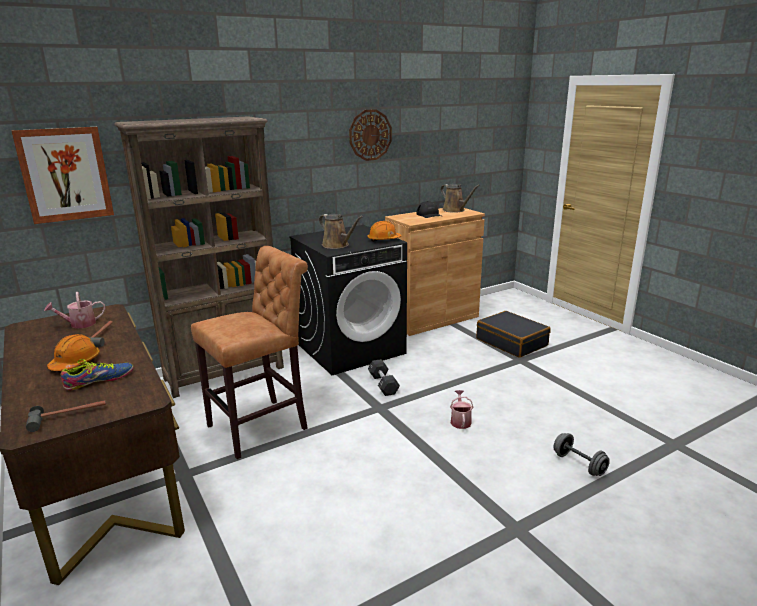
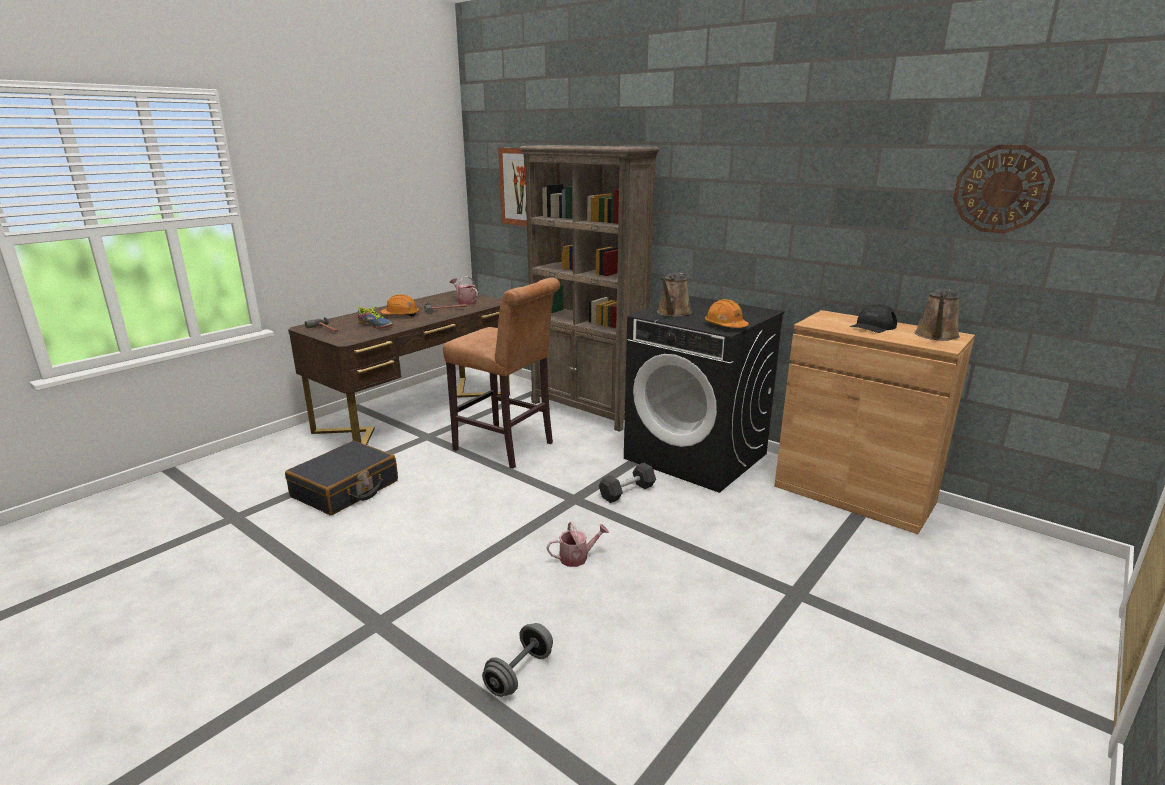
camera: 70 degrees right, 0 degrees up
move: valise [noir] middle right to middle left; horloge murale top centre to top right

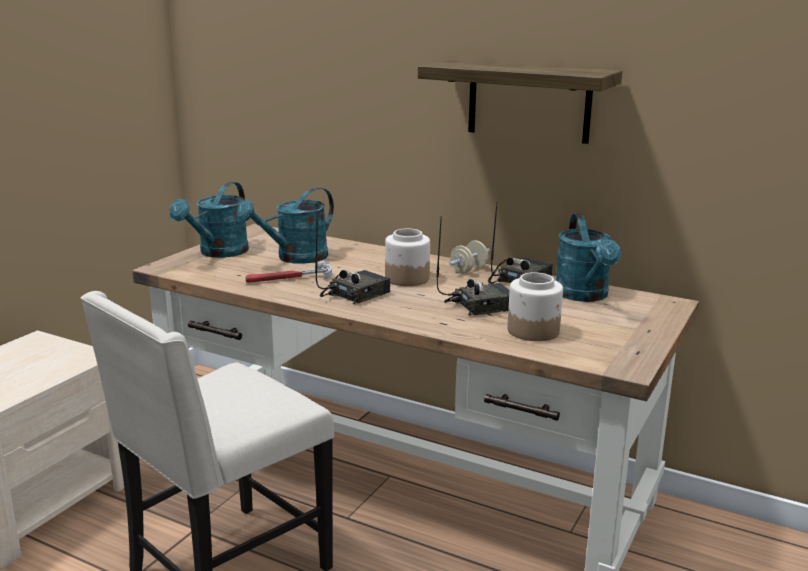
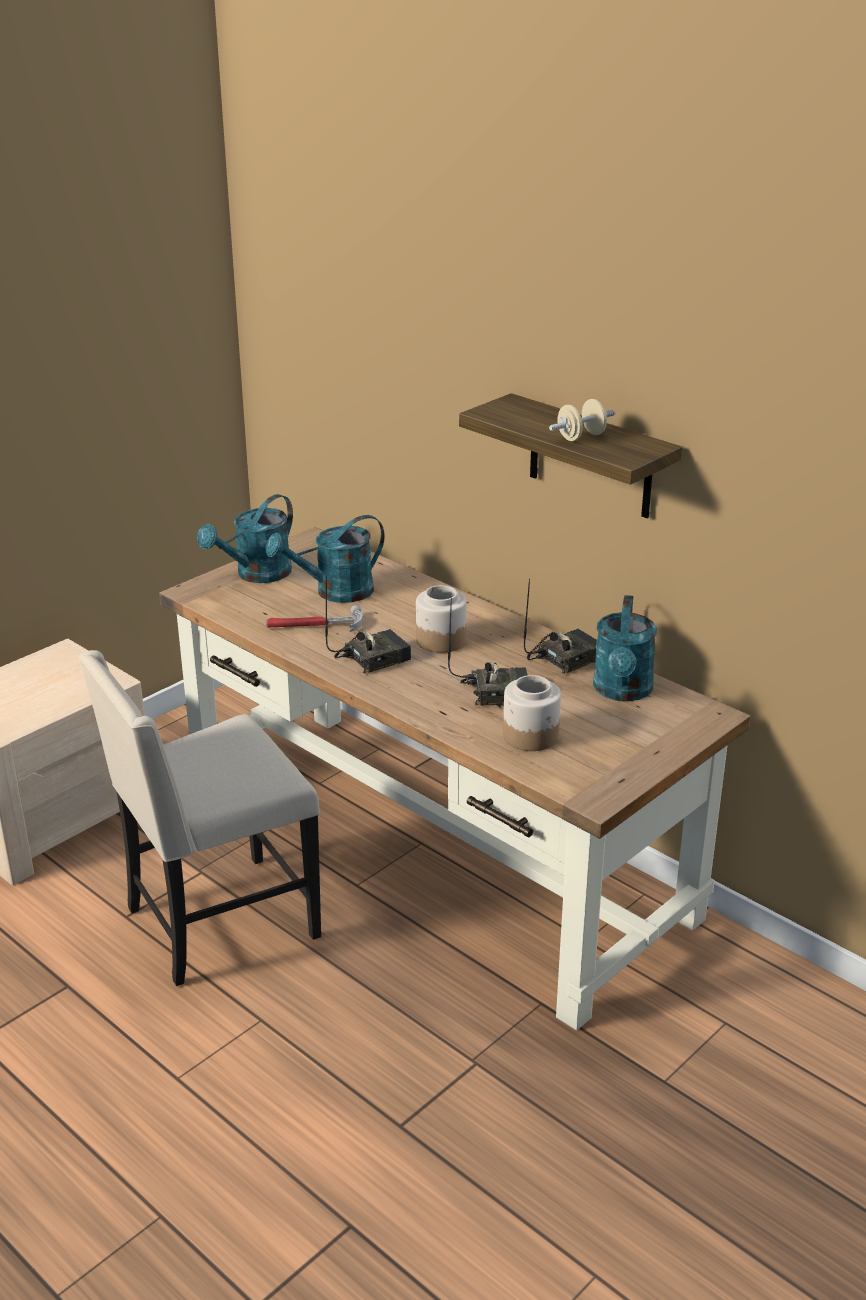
camera: 15 degrees right, 10 degrees up
move: haltère [beige] centre to top right

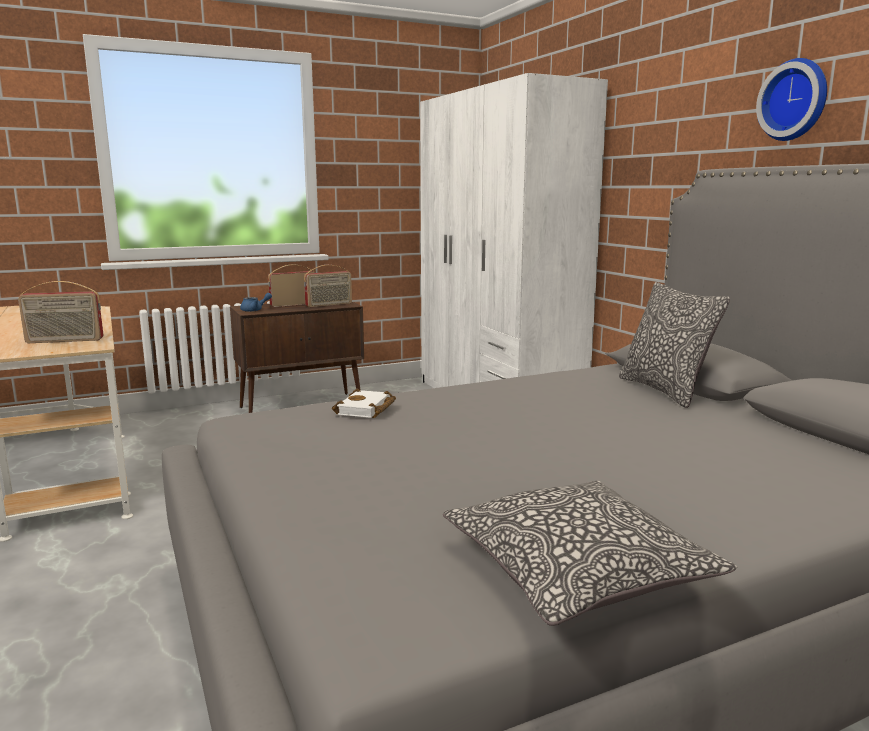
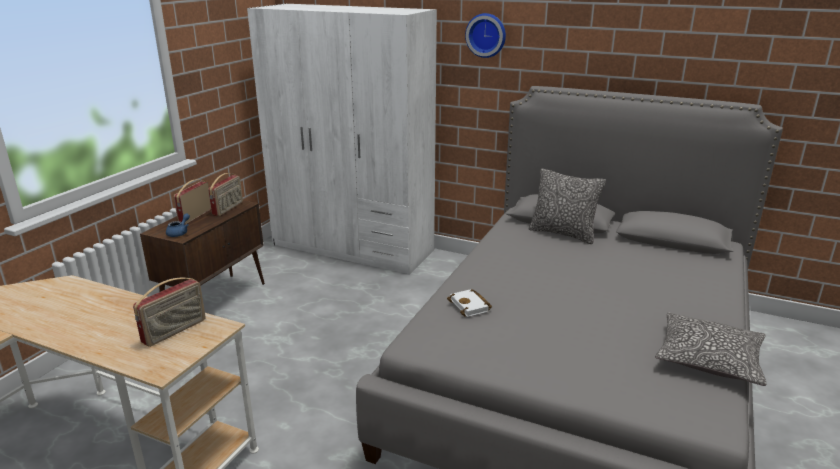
camera: 40 degrees left, 10 degrees up
move: horloge murale top right to top centre

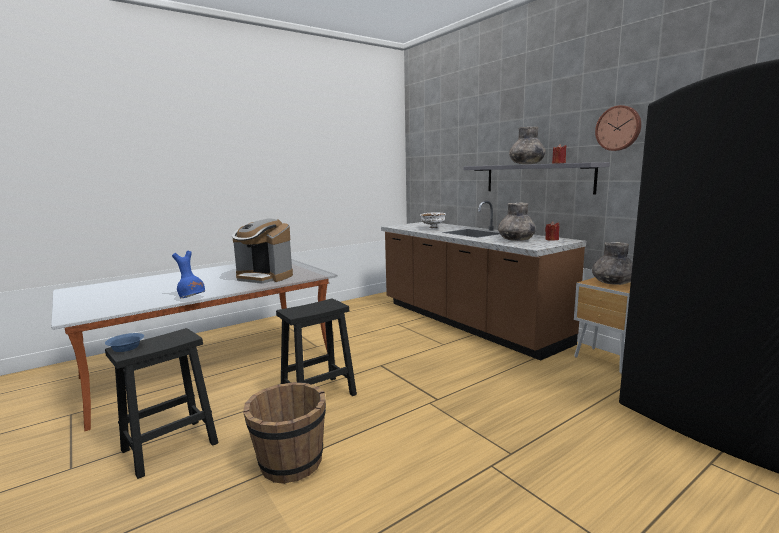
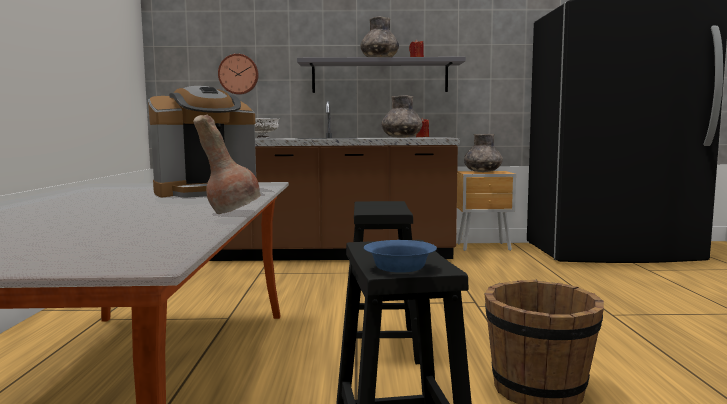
camera: 55 degrees left, 5 degrees down
move: horloge murale top right to top left
recolor: vase [bleu] middle left to vase [marron] middle left

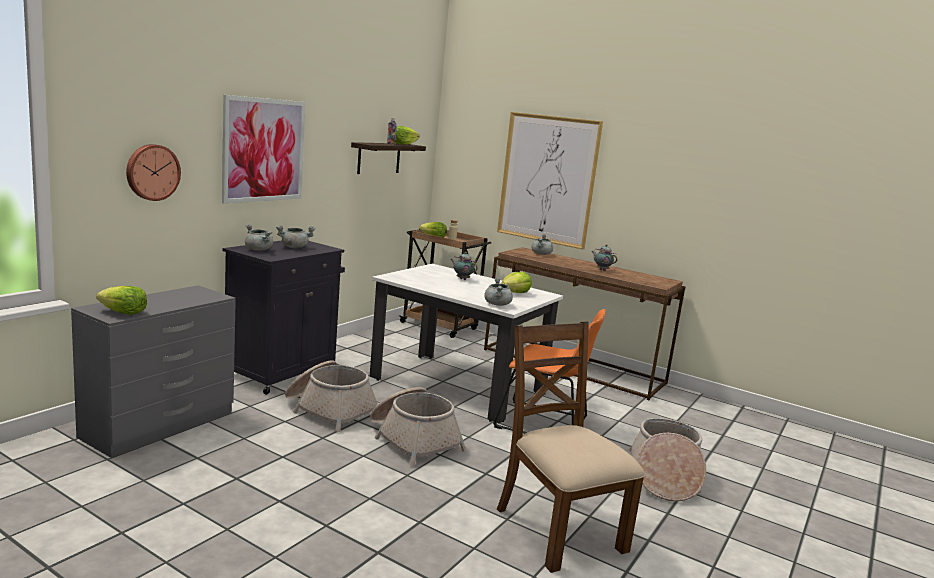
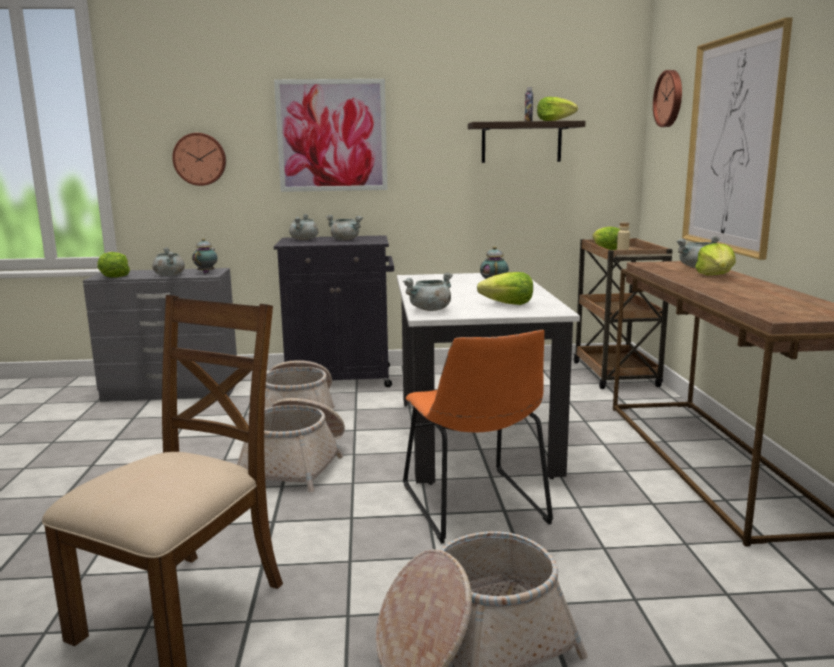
camera: 55 degrees right, 0 degrees up
insert: marmite [gris] (1st from left) middle left; horloge murale (2nd from left) top right; laitue (5th from left) middle right
move: théière (2nd from left in the first image) centre to théière (1st from left) middle left

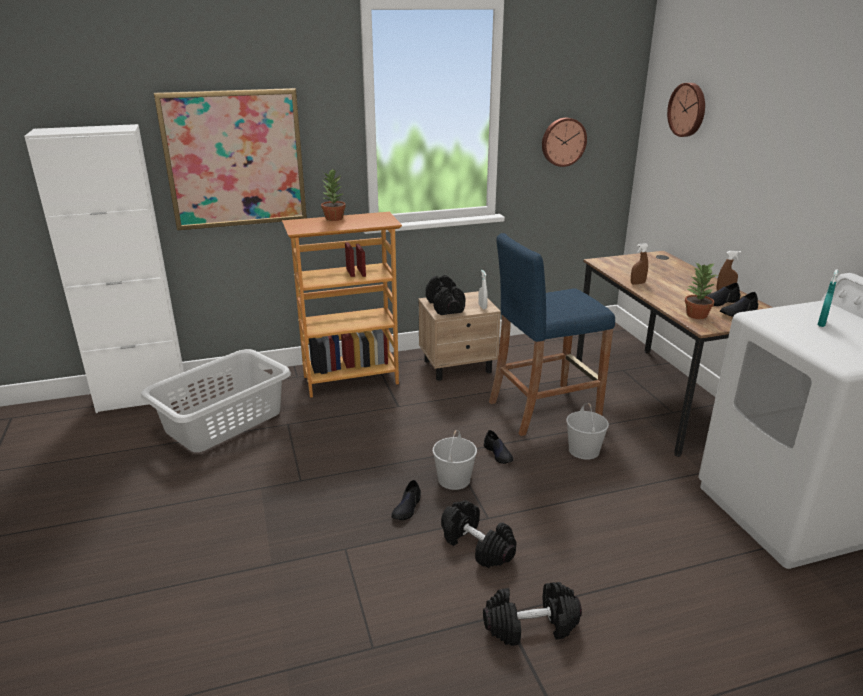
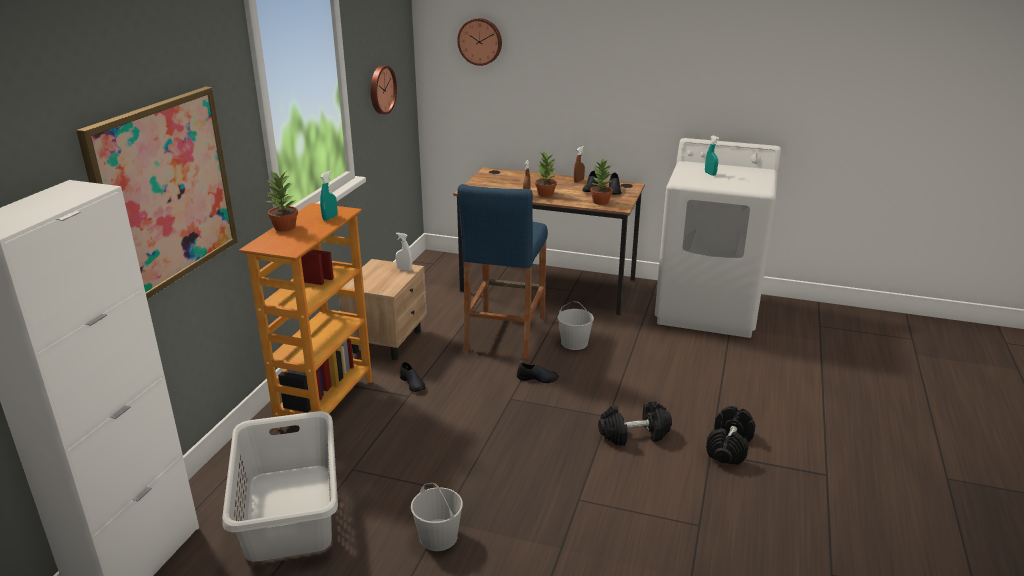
camera: 55 degrees left, 0 degrees up
delete: haltère [noir] (1st from left) centre
insert: vaporisateur [turquoise] (1st from left) middle left; plante en pot (2nd from left) top centre
move: chaussure [noir] (1st from left) bottom centre to centre; seau [blanc] (1st from left) centre to bottom centre

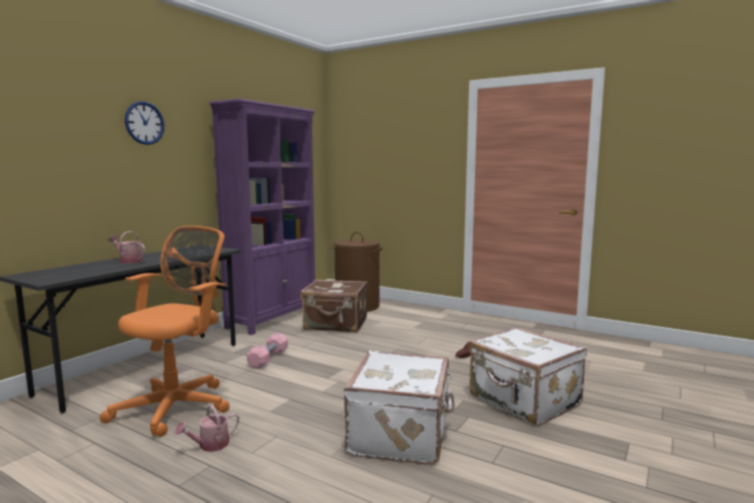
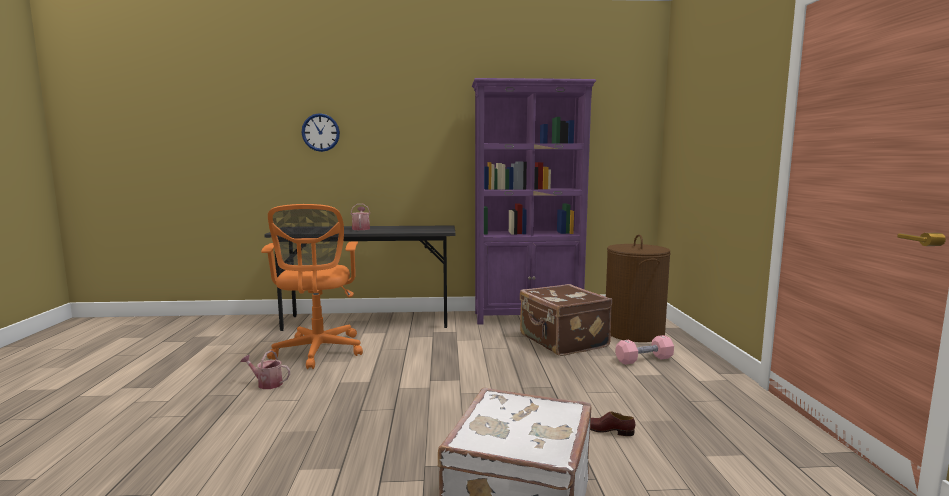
camera: 55 degrees right, 0 degrees up
delete: valise [blanc] (1st from left) bottom centre
move: horloge murale top left to top centre; haltère [rose] bottom centre to bottom right
rotate: chaise de bureau [orange] middle left = middle left 90 degrees clockwise

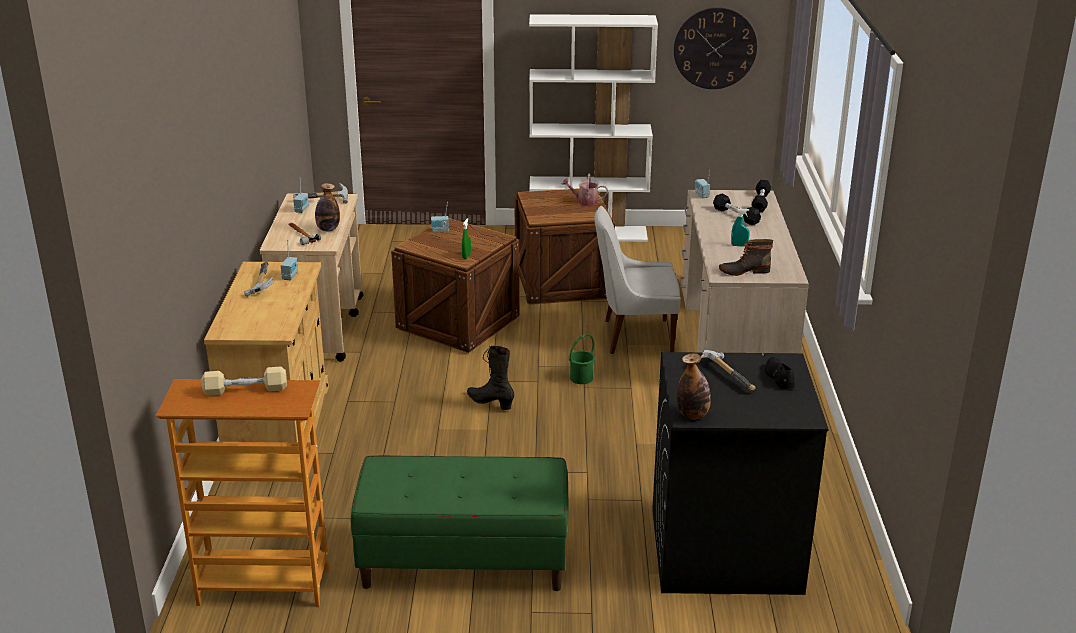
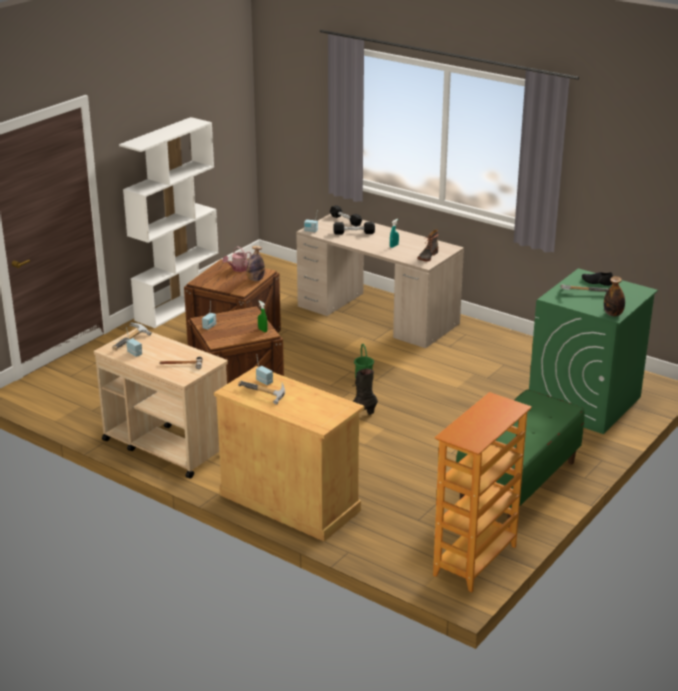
camera: 55 degrees left, 0 degrees up
delete: haltère [beige] middle left; chaise [blanc] centre; horloge murale top centre
move: bouteille (1st from left) top left to centre
recolor: lave-linge [noir] bottom right to lave-linge [vert] middle right

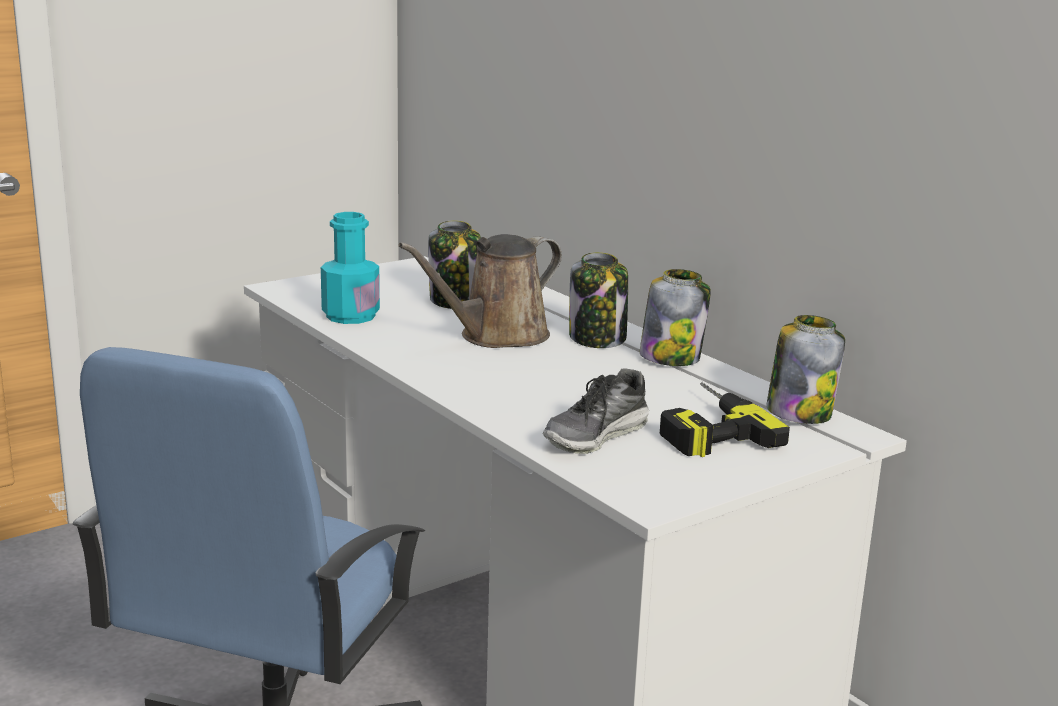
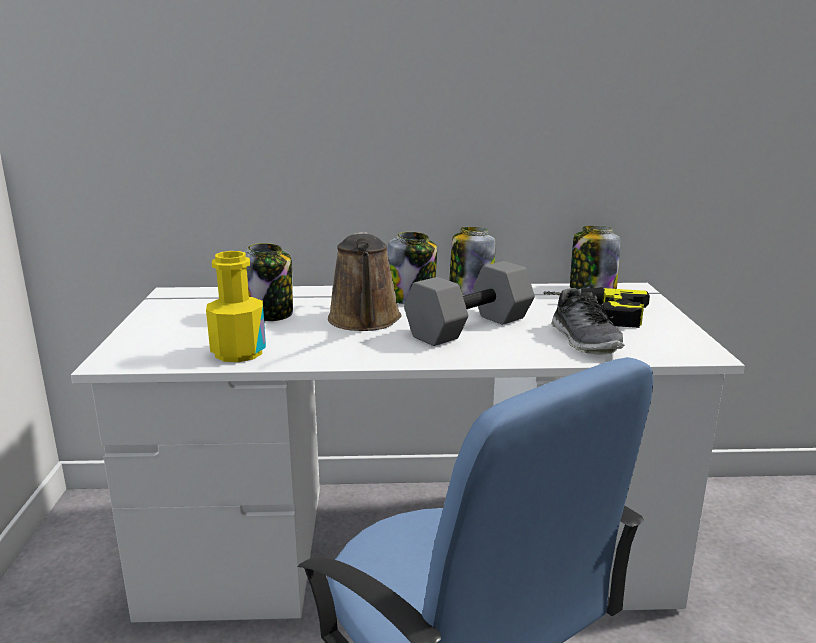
camera: 55 degrees left, 0 degrees up
insert: haltère [gris] centre
recolor: bouteille [turquoise] middle left to bouteille [jaune] middle left

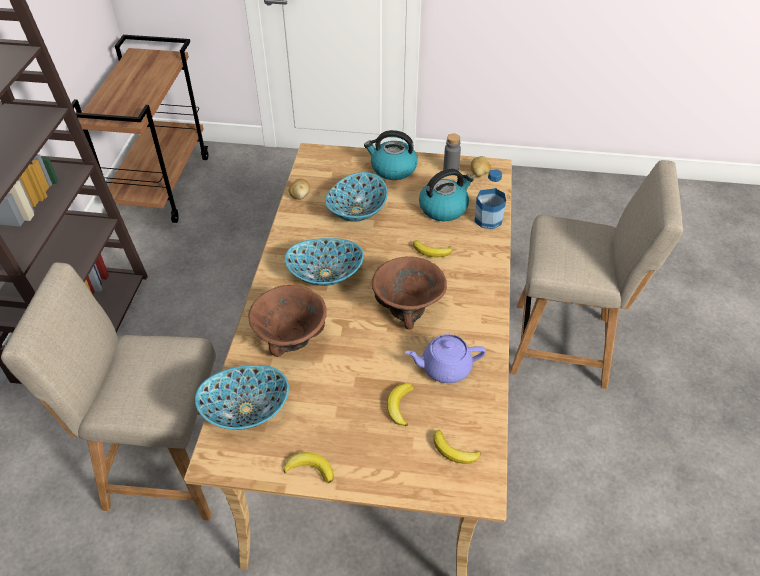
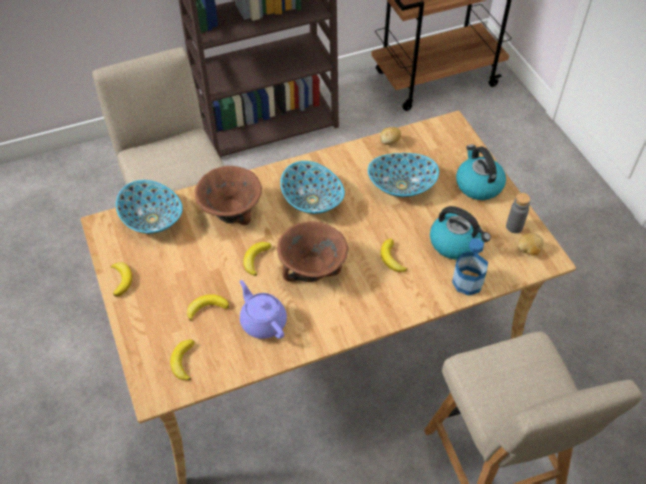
camera: 60 degrees right, 5 degrees up
insert: banane (4th from left) centre

